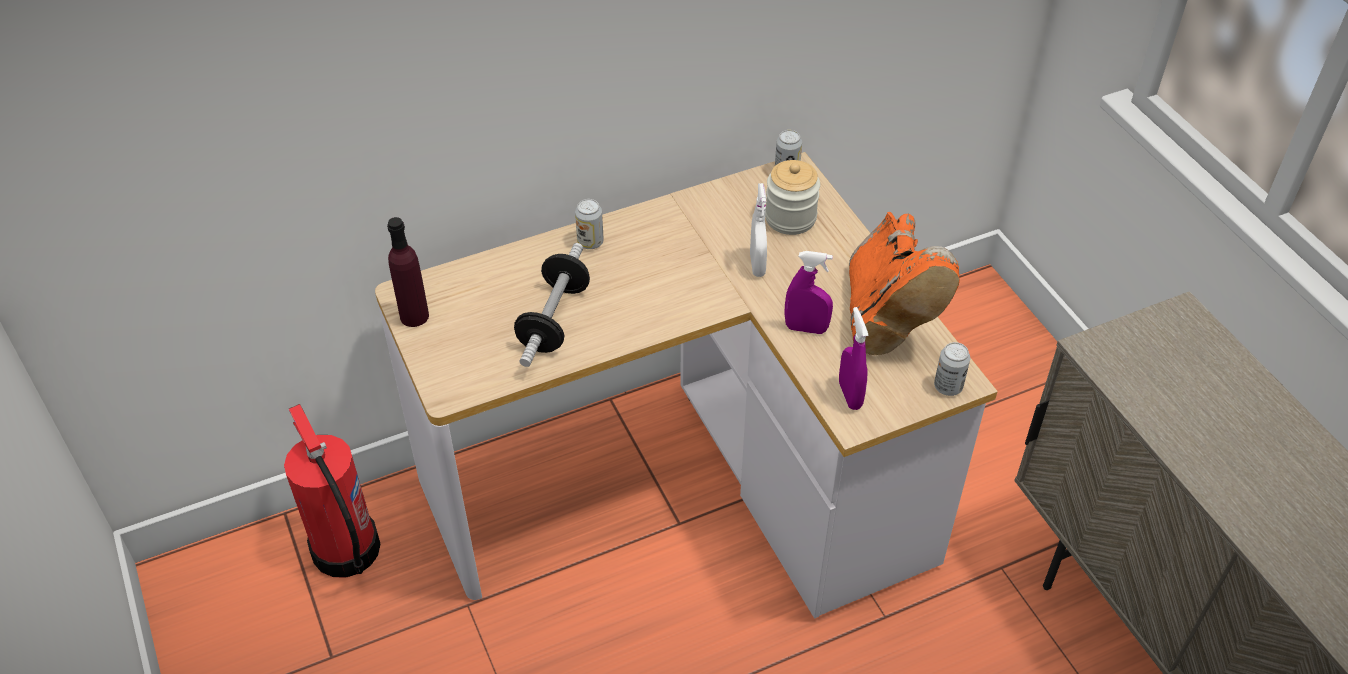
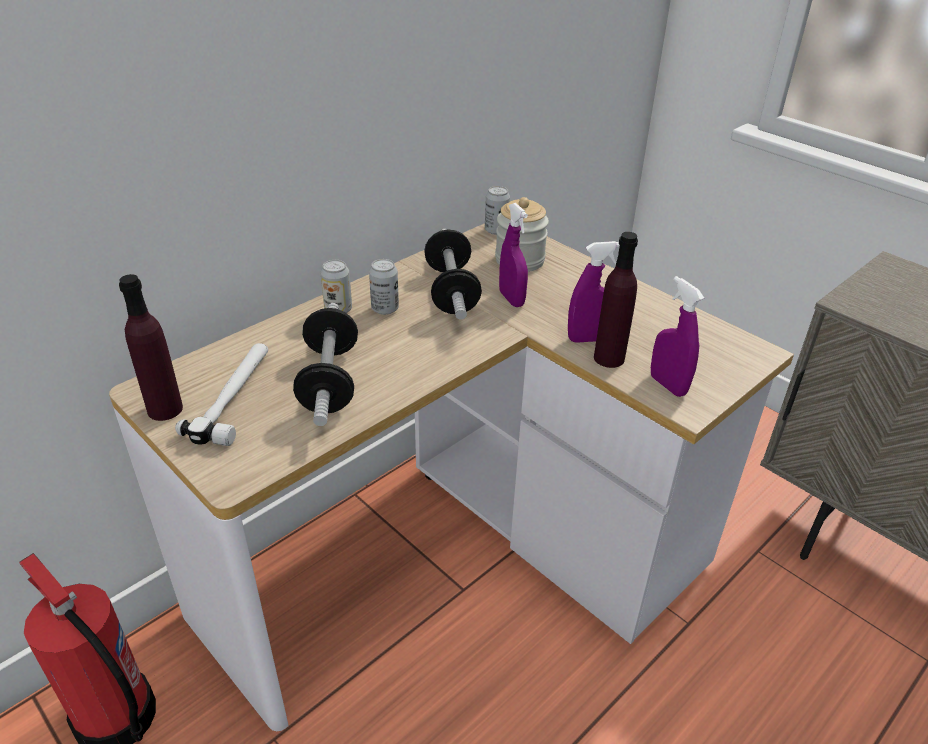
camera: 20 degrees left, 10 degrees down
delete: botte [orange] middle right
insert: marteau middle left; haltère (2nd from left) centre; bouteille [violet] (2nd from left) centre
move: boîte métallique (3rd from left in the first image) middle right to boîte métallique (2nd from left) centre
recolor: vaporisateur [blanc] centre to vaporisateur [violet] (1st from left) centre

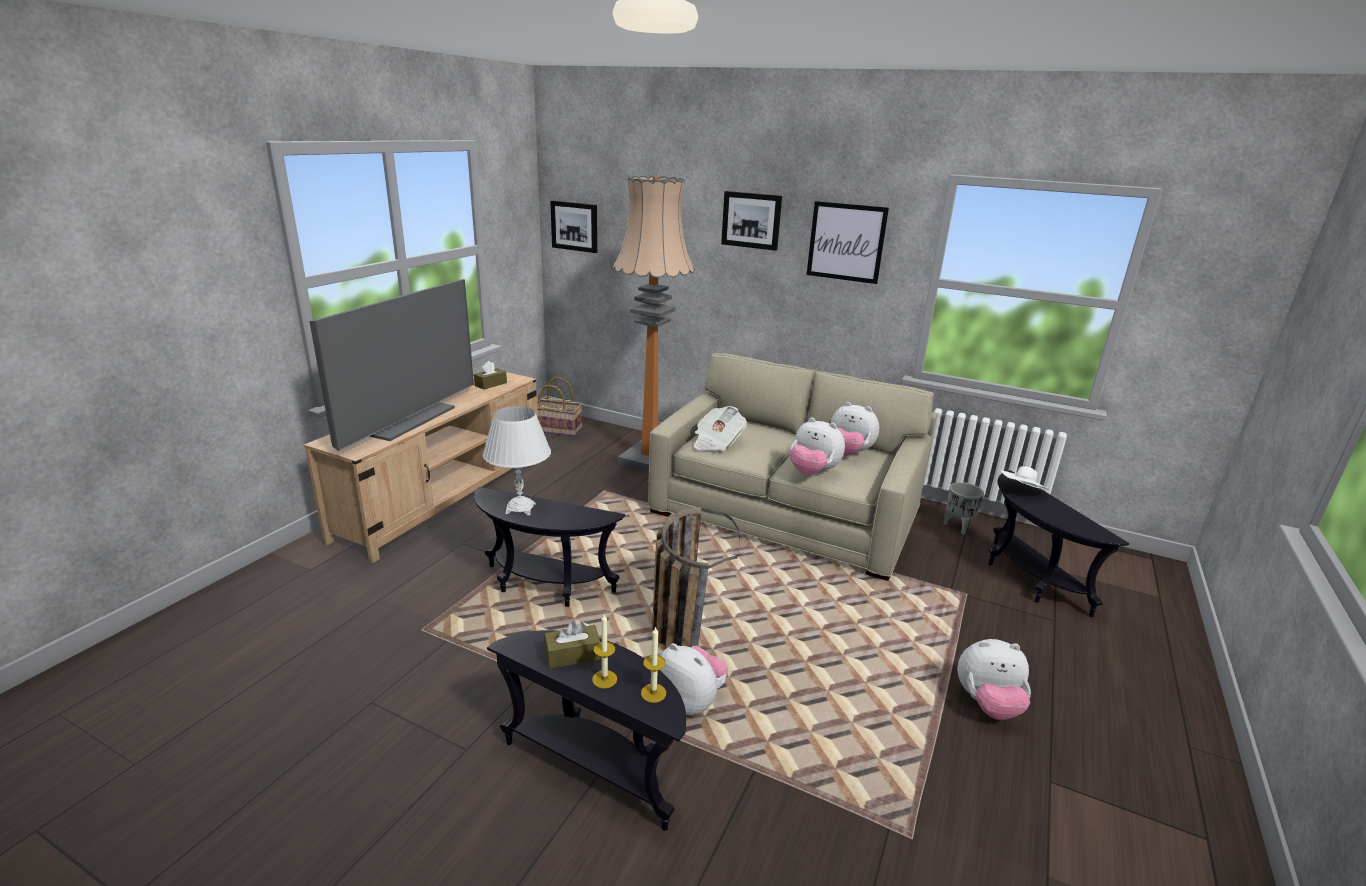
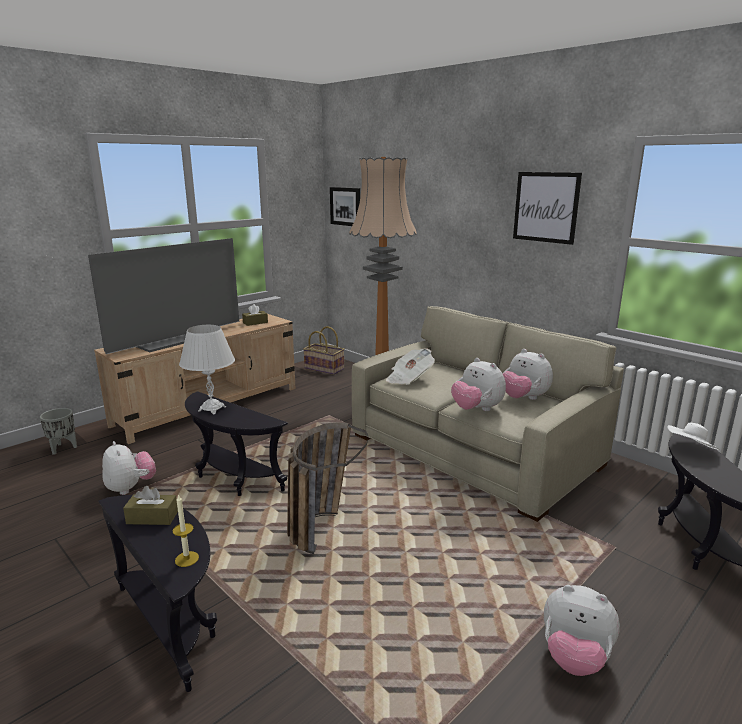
camera: 20 degrees right, 5 degrees down
delete: bougie (1st from left) bottom centre; tableau (2nd from left) top centre
move: cache-pot [gris] middle right to middle left; peluche (1st from left) bottom centre to middle left

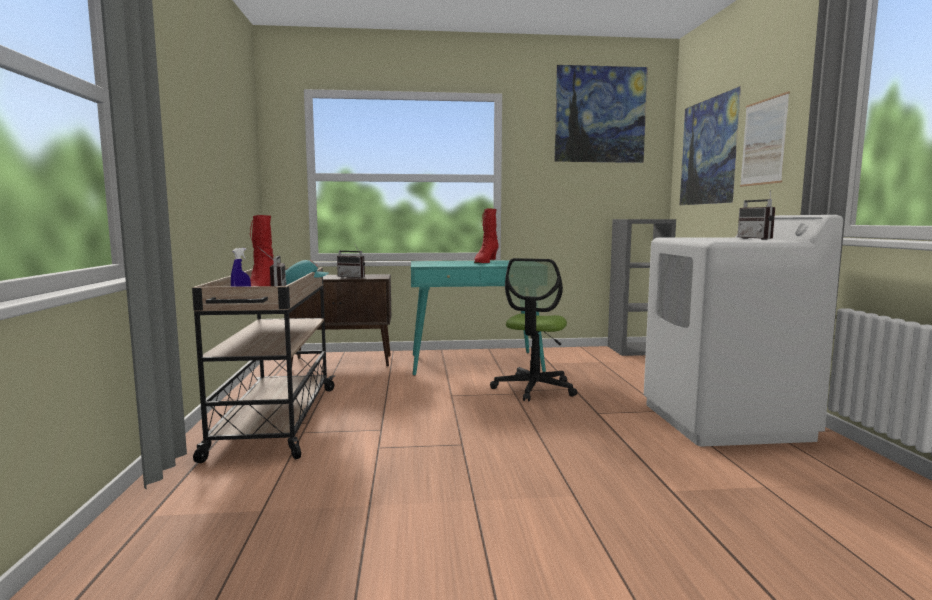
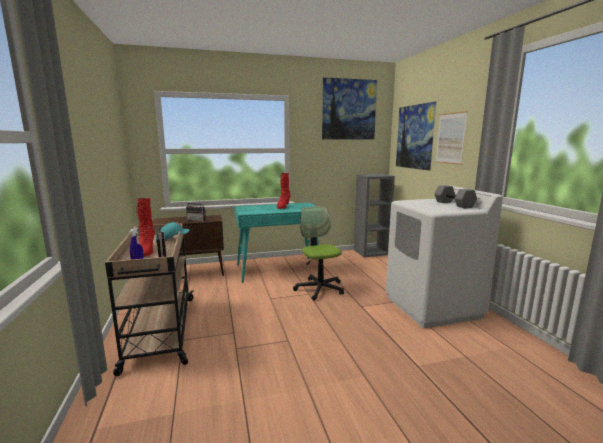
camera: 10 degrees left, 5 degrees up
replace: radio (3rd from left) middle right to haltère [gris] middle right
rotate: chaise de bureau centre = centre 150 degrees clockwise

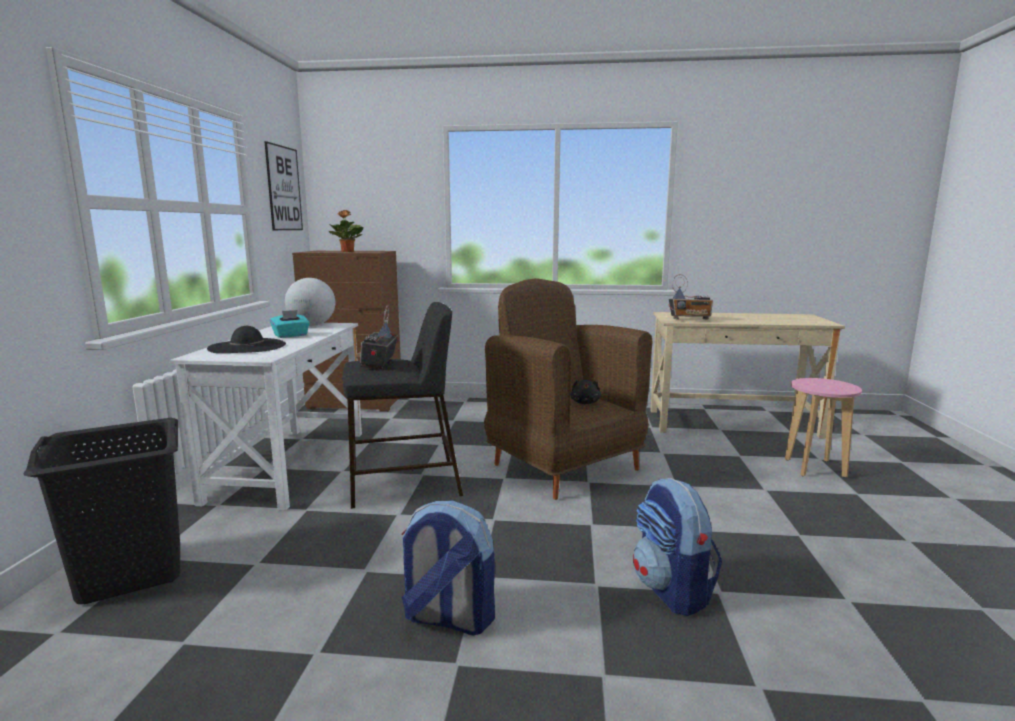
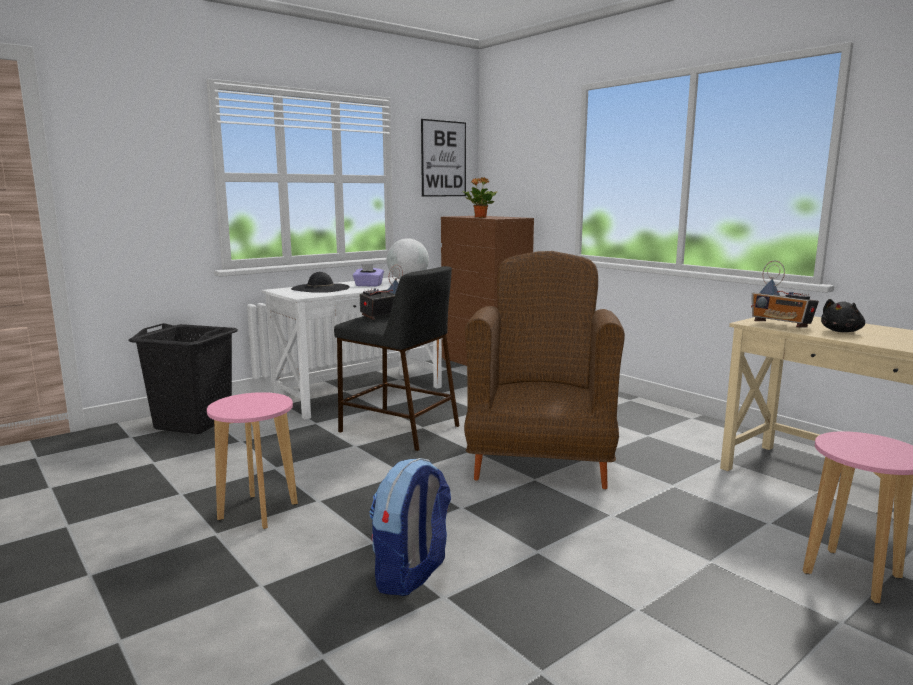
camera: 45 degrees right, 0 degrees up
move: peluche [noir] centre to middle right
replace: sac à dos (1st from left) bottom centre to tabouret [rose] (1st from left) bottom left
recolor: boîte à mouchoirs [turquoise] middle left to boîte à mouchoirs [violet] centre

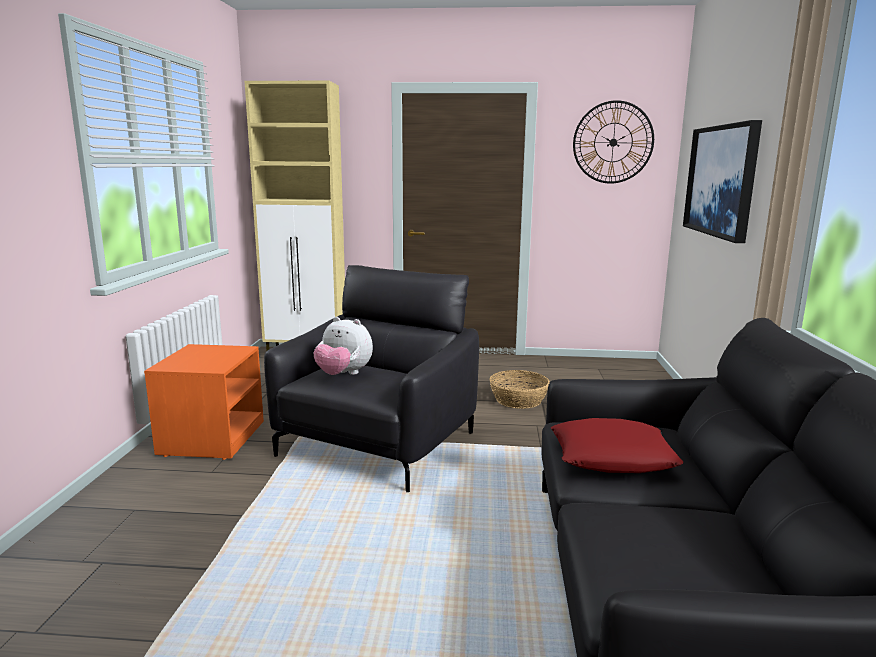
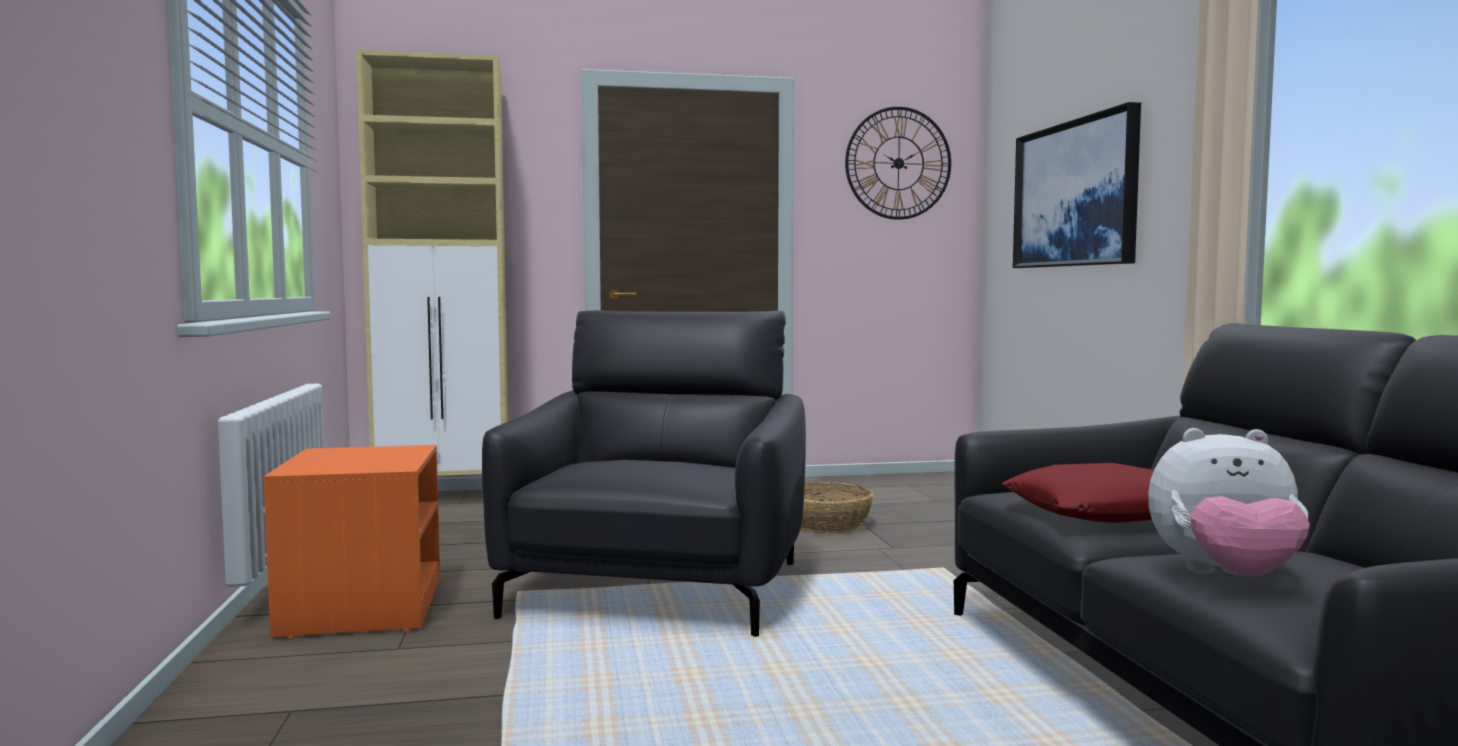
camera: 15 degrees left, 10 degrees down
move: peluche centre to bottom right

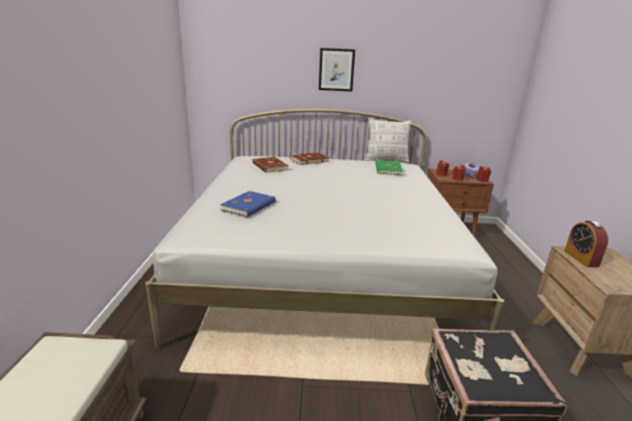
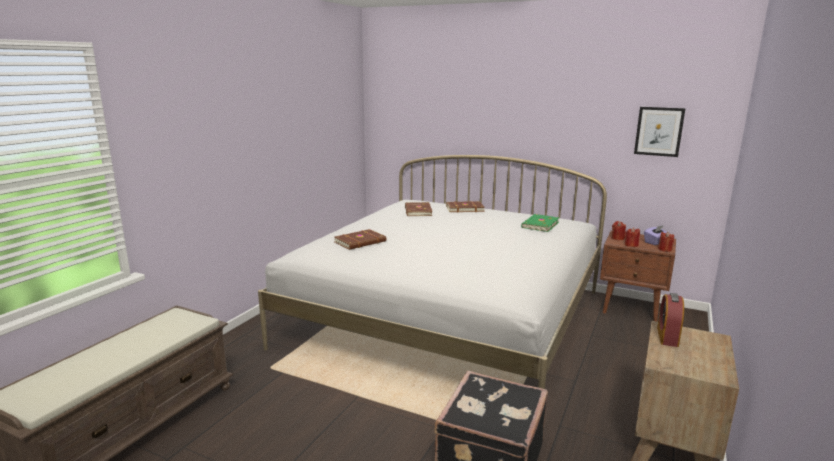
camera: 25 degrees right, 5 degrees down
delete: coussin top centre
move: tableau top centre to top right
recolor: livre [bleu] centre to livre [marron] (1st from left) centre

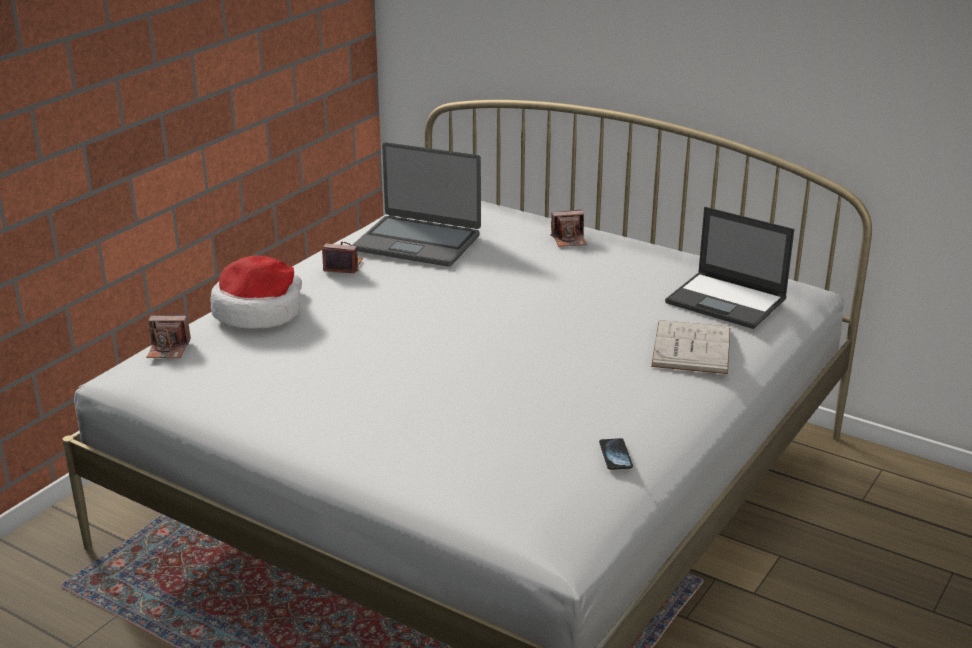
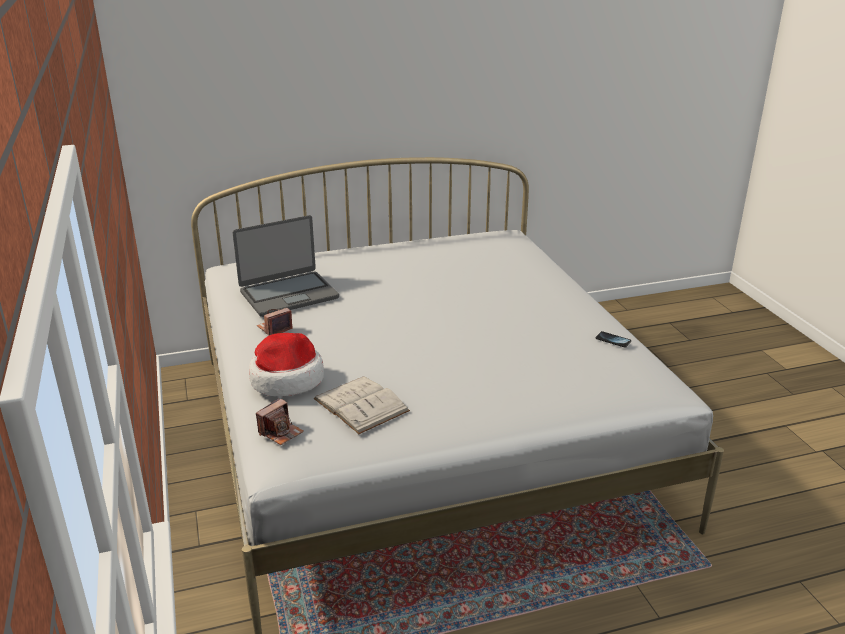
camera: 50 degrees left, 0 degrees up
delete: appareil photo (3rd from left) centre; ordinateur portable (2nd from left) middle right
move: livre [blanc] middle right to centre

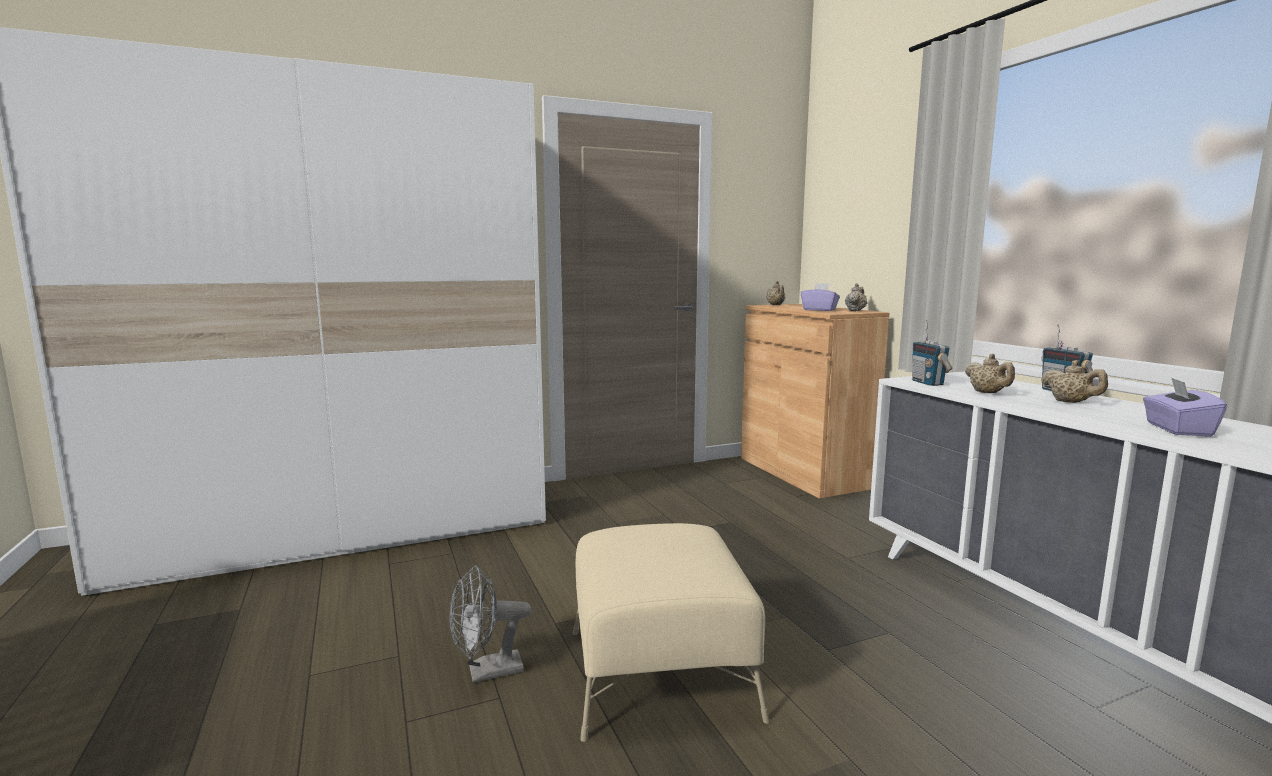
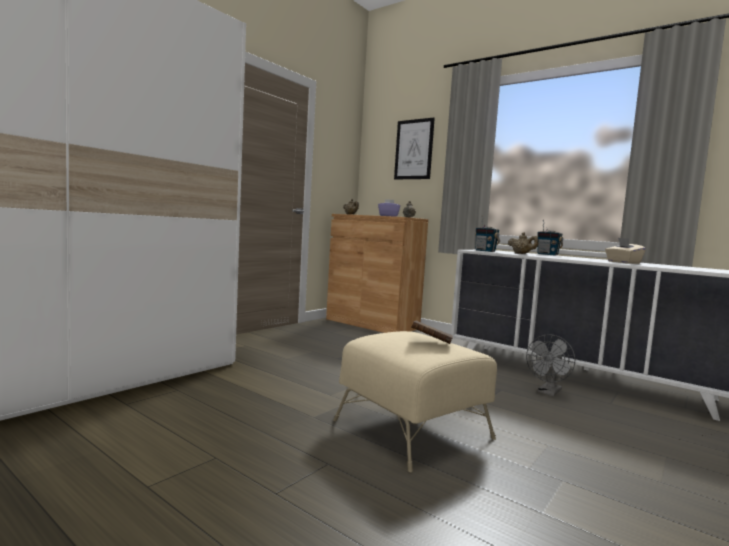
camera: 30 degrees left, 5 degrees down
delete: théière [beige] (4th from left) middle right
insert: tableau top centre; livre [marron] centre
move: ventilateur [gris] bottom centre to bottom right
recolor: boîte à mouchoirs [violet] (2nd from left) middle right to boîte à mouchoirs [beige] middle right

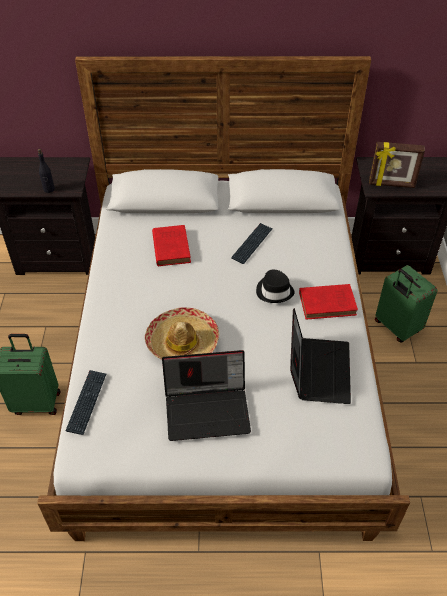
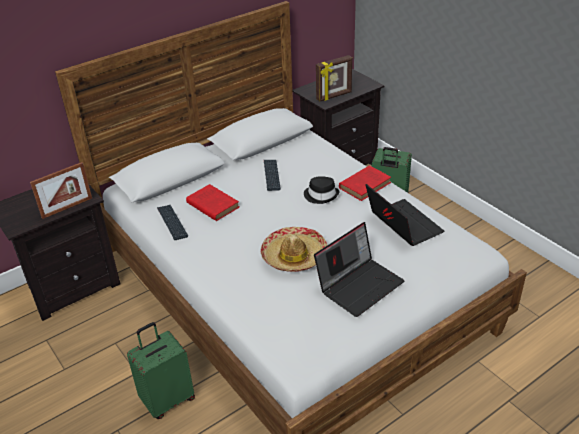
camera: 35 degrees left, 10 degrees down
move: clavier (1st from left) bottom left to middle left
replace: bouteille [noir] top left to cadre photo (1st from left) middle left

